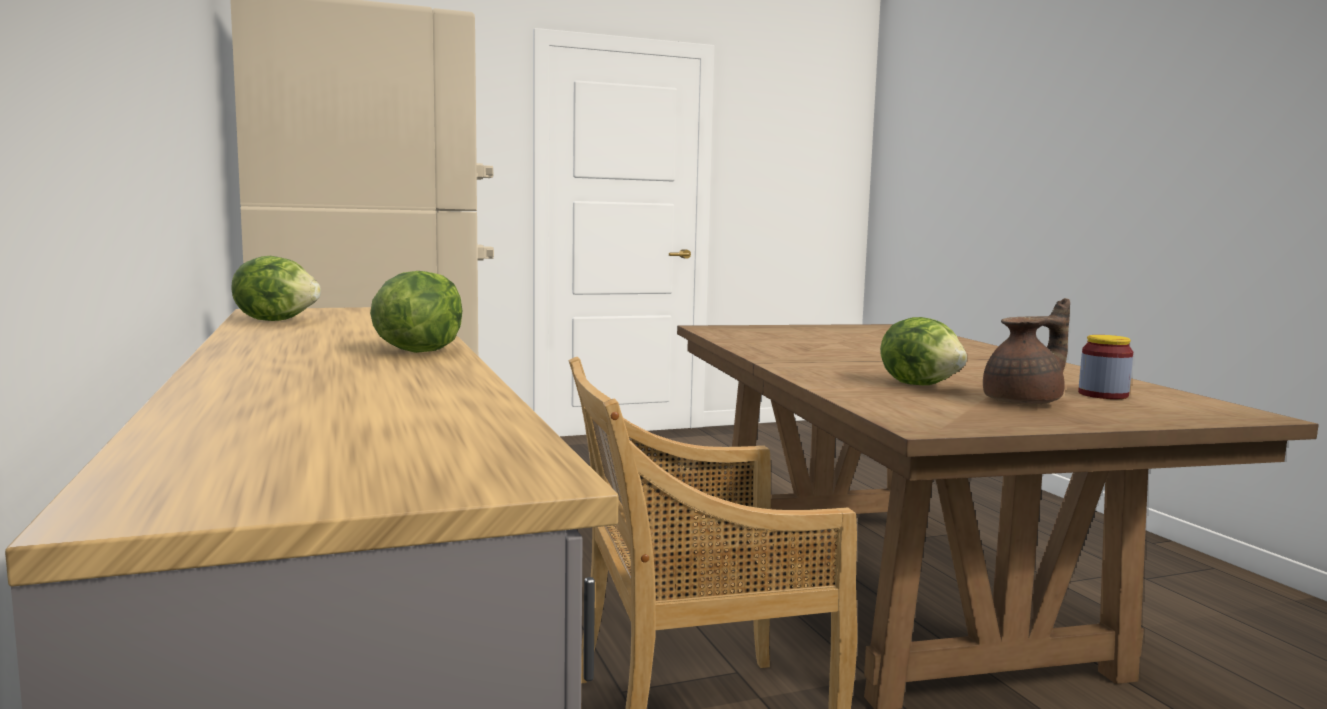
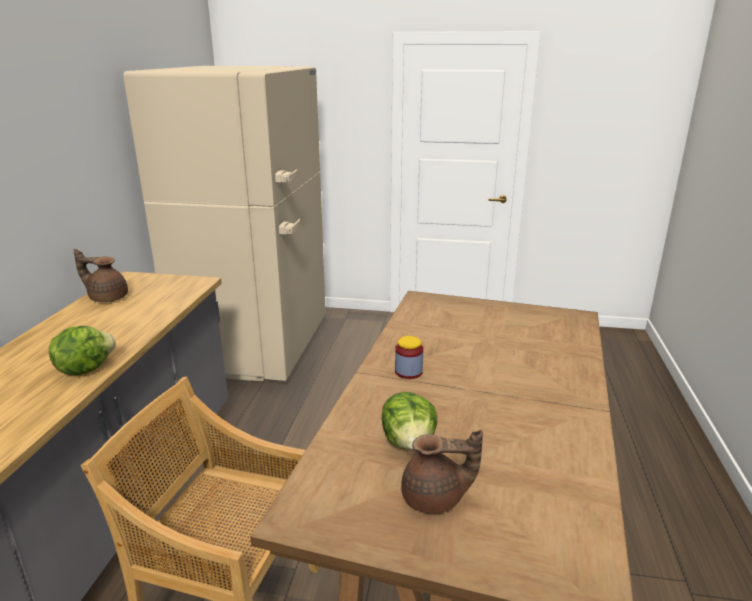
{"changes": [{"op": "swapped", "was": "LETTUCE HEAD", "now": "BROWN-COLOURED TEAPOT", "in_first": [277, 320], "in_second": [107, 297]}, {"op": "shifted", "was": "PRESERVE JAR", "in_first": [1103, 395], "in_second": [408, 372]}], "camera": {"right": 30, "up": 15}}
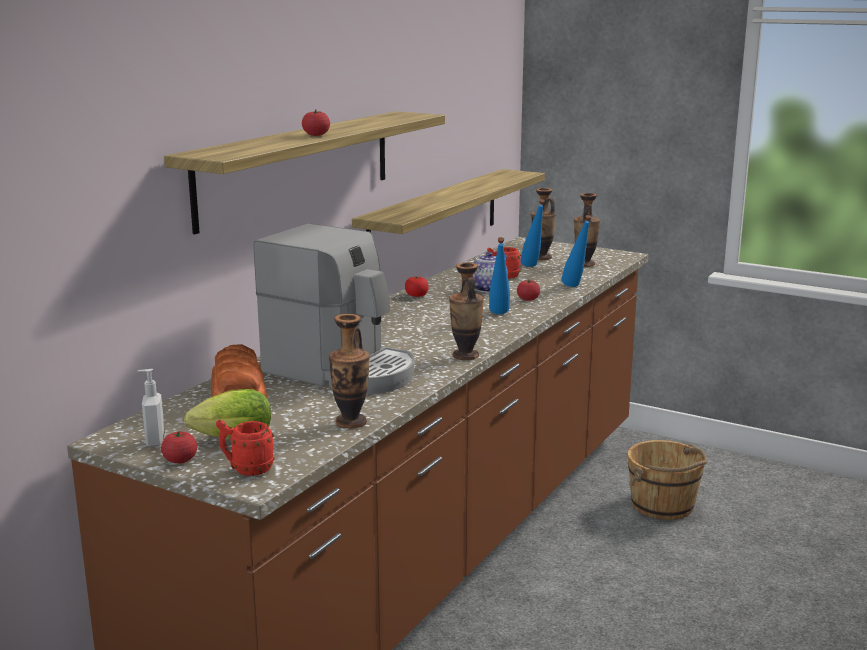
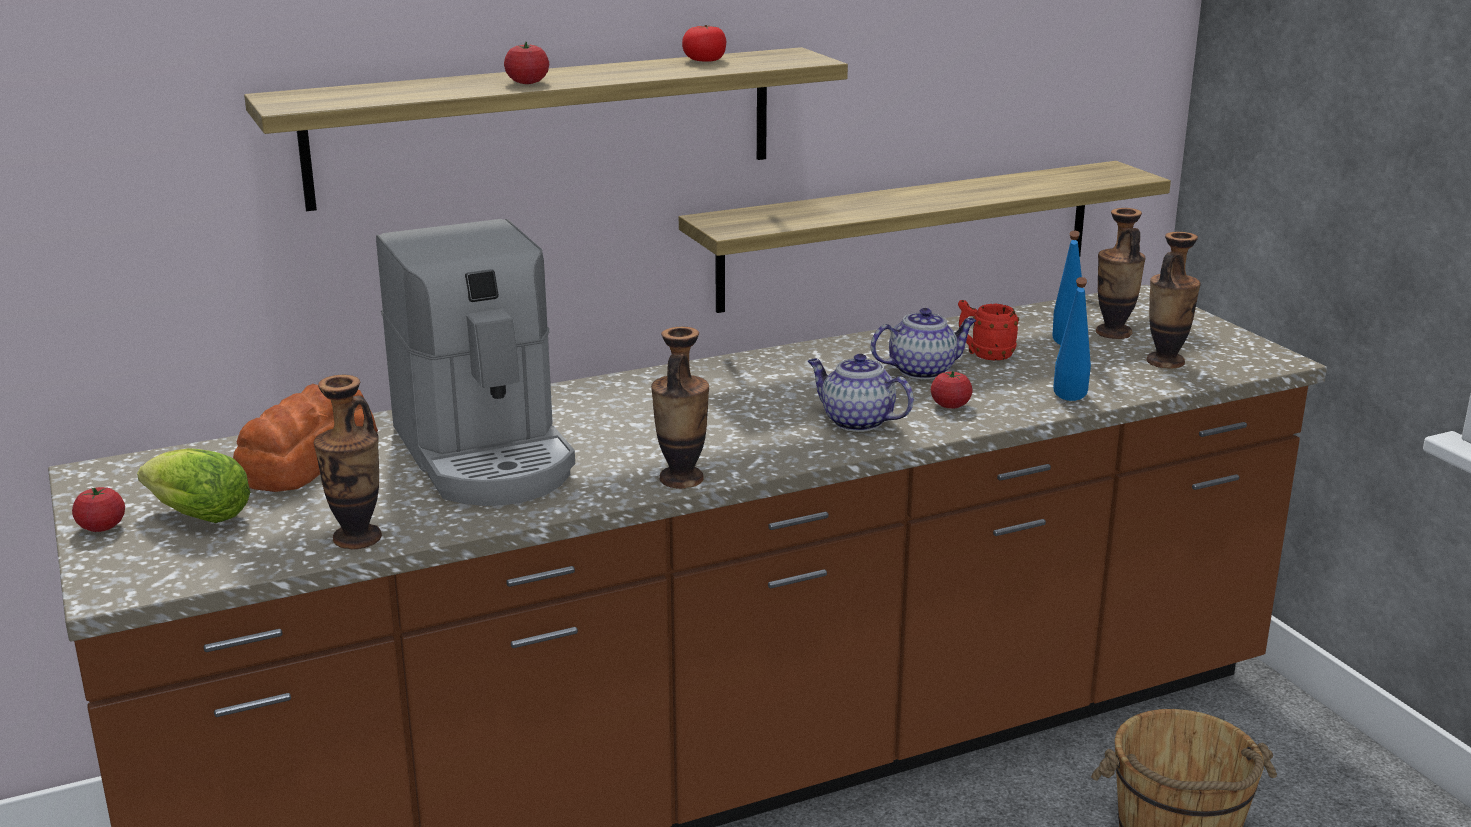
{"changes": [{"op": "swapped", "was": "BLUE DRINK BOTTLE", "now": "TEAPOT", "in_first": [499, 315], "in_second": [856, 421]}, {"op": "shifted", "was": "TOMATO", "in_first": [416, 295], "in_second": [704, 60]}, {"op": "gone", "was": "SOAP DISPENSER", "in_first": [154, 441]}, {"op": "gone", "was": "RED MUG", "in_first": [246, 469]}], "camera": {"right": 35, "up": 5}}
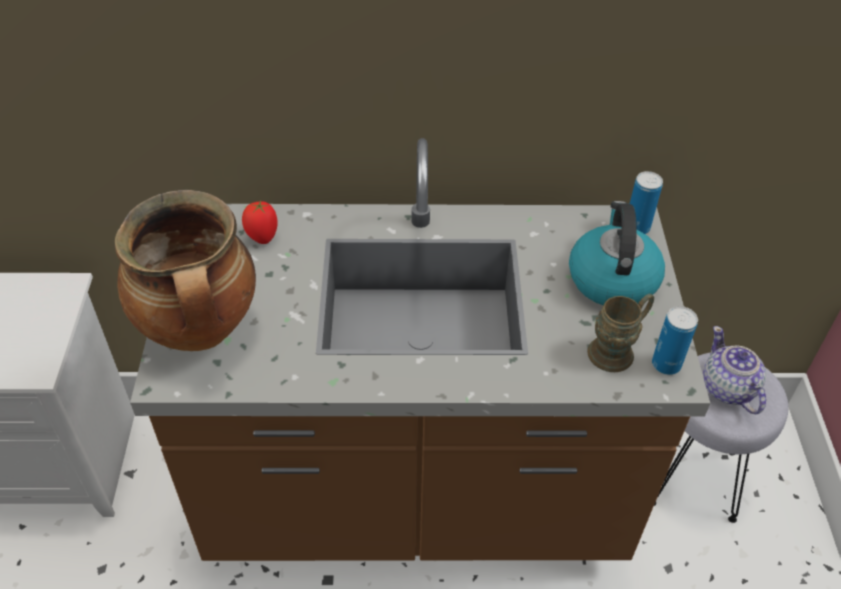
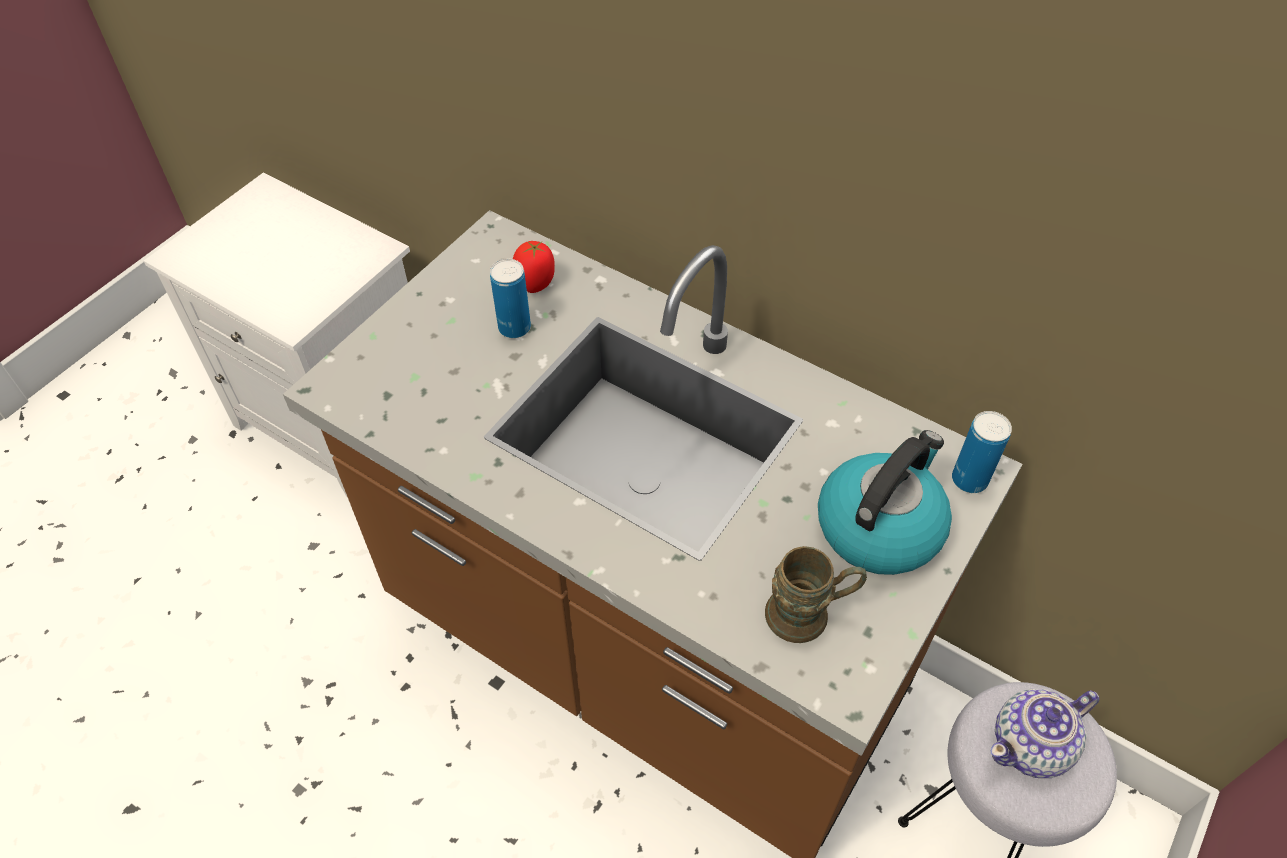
{"changes": [{"op": "gone", "was": "STOCKPOT", "in_first": [202, 331]}, {"op": "shifted", "was": "METAL CAN", "in_first": [666, 364], "in_second": [514, 328]}, {"op": "rotated", "was": "TEAPOT", "in_first": [727, 389], "in_second": [1032, 745], "clockwise": -135}], "camera": {"right": 35, "up": 5}}
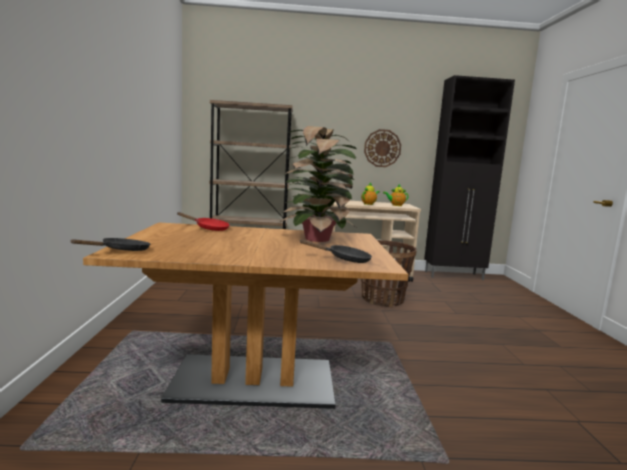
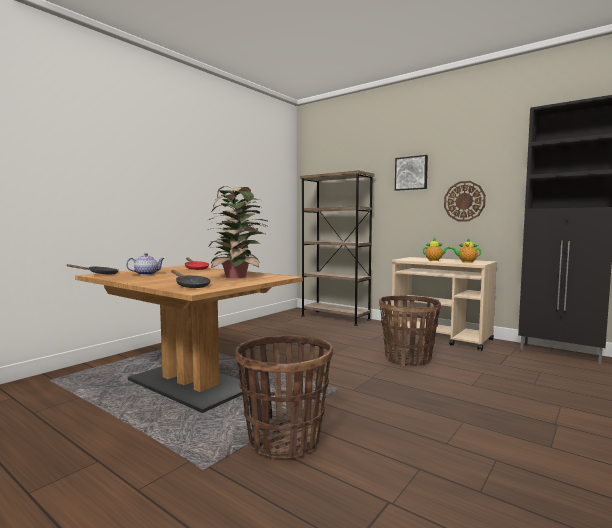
{"changes": [{"op": "new", "now": "WALL PICTURE", "in_second": [411, 173]}, {"op": "new", "now": "TEAPOT", "in_second": [146, 274]}, {"op": "new", "now": "BASKET", "in_second": [284, 439]}], "camera": {"right": 40, "up": -5}}
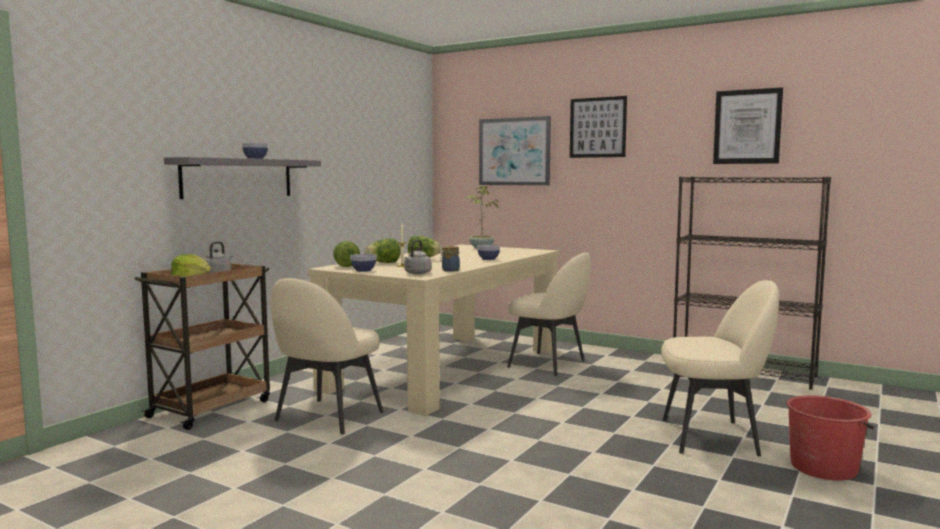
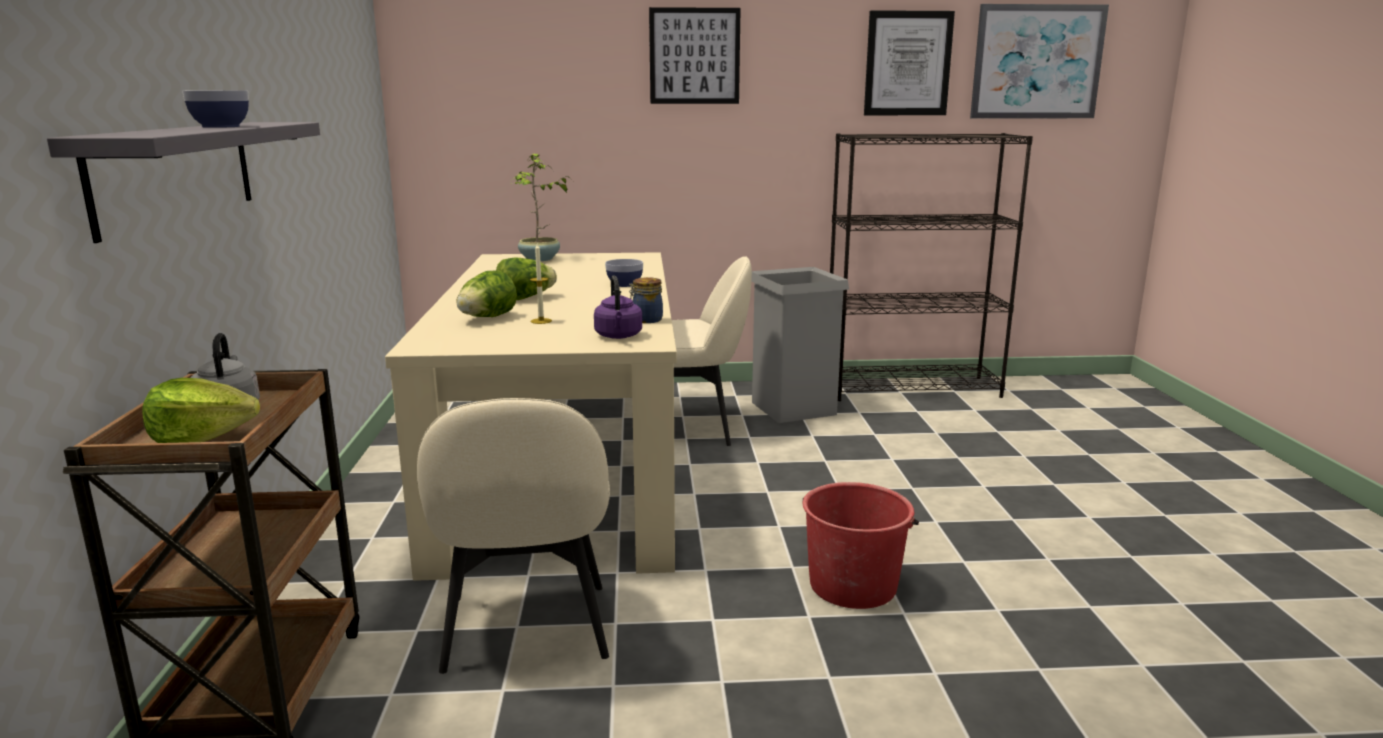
{"changes": [{"op": "shifted", "was": "WALL PICTURE", "in_first": [514, 151], "in_second": [1037, 62]}, {"op": "repainted", "was": "GRAY WATER KETTLE", "now": "PURPLE WATER KETTLE", "in_first": [417, 273], "in_second": [618, 336]}, {"op": "gone", "was": "LETTUCE HEAD", "in_first": [345, 265]}, {"op": "gone", "was": "BOWL", "in_first": [363, 270]}, {"op": "gone", "was": "BEIGE PLAIN CHAIR", "in_first": [712, 437]}, {"op": "shifted", "was": "RED BUCKET", "in_first": [824, 467], "in_second": [853, 585]}, {"op": "new", "now": "GRAY RUBBISH BIN", "in_second": [793, 408]}], "camera": {"right": -35, "up": 10}}
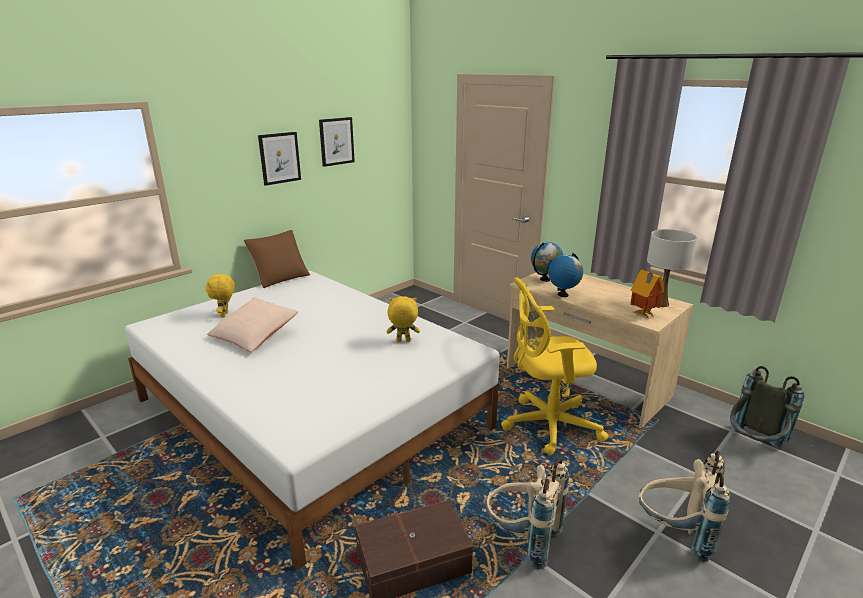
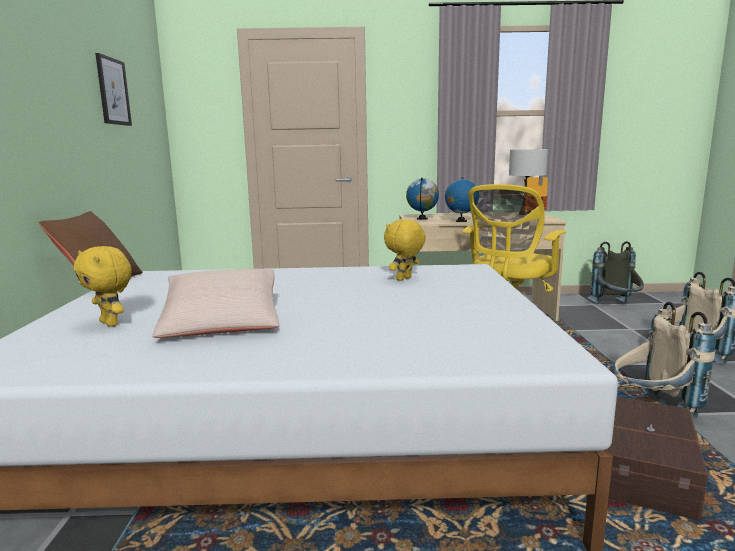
{"changes": [{"op": "gone", "was": "WALL PICTURE", "in_first": [279, 158]}], "camera": {"right": -45, "up": -10}}
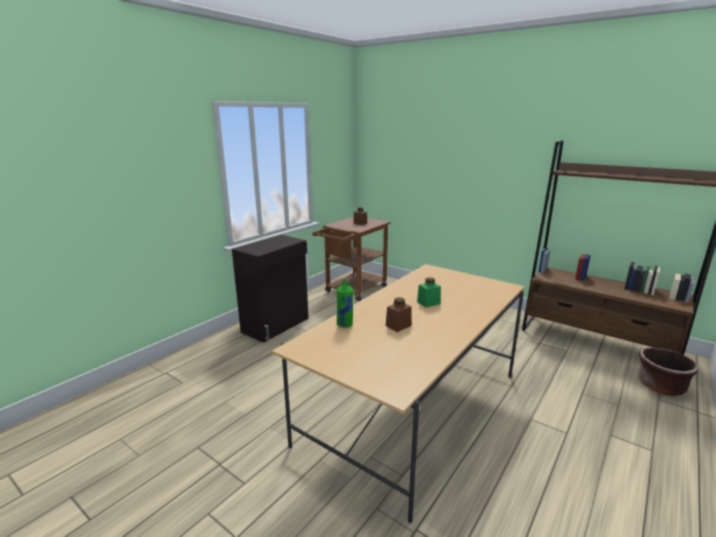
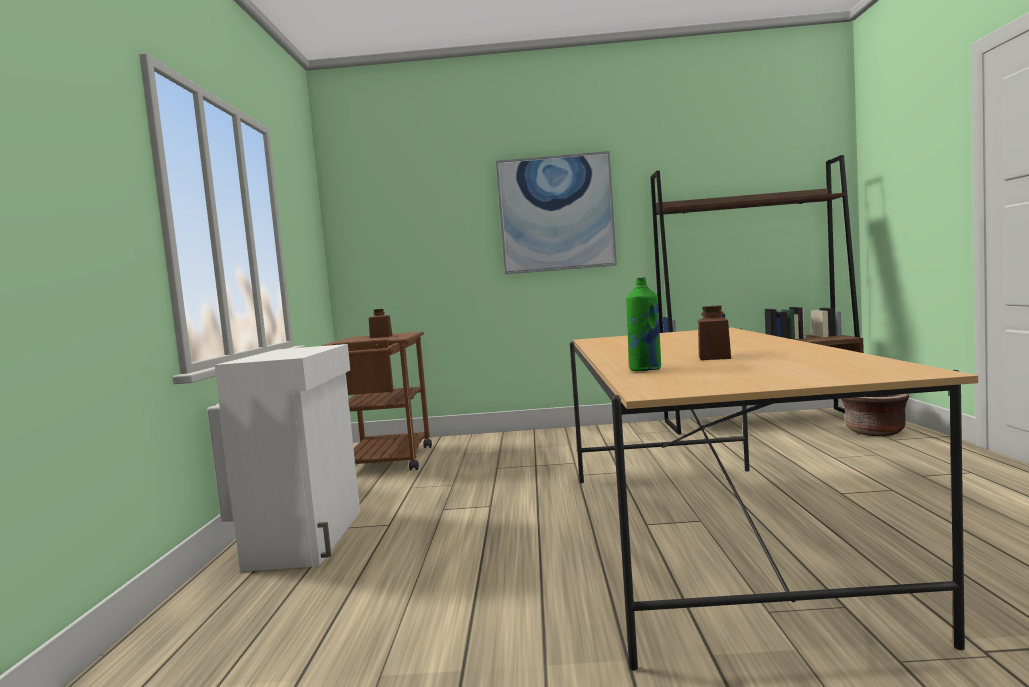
{"changes": [{"op": "repainted", "was": "BLACK-COLOURED STORAGE CABINET", "now": "WHITISH STORAGE CABINET", "in_first": [276, 325], "in_second": [309, 537]}, {"op": "gone", "was": "GREEN-COLOURED PRESERVE JAR", "in_first": [428, 303]}, {"op": "new", "now": "WALL PICTURE", "in_second": [556, 213]}], "camera": {"right": -35, "up": -15}}
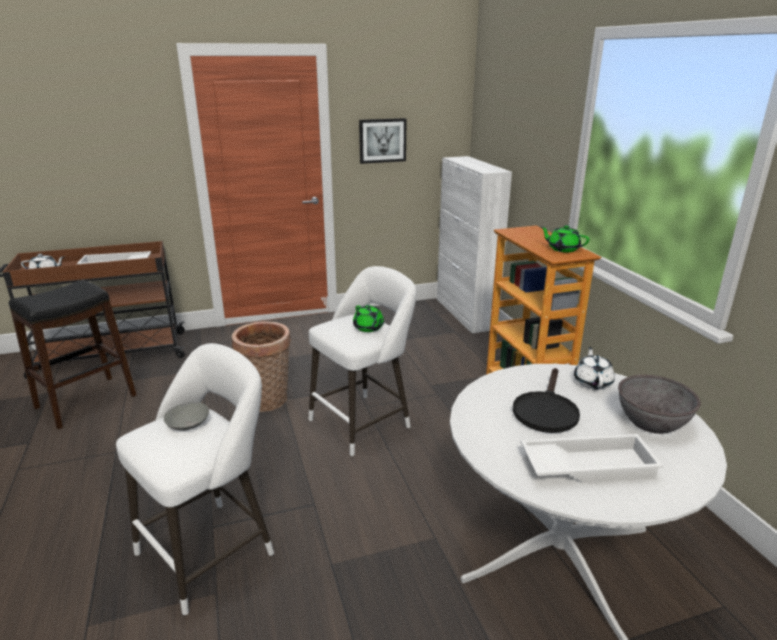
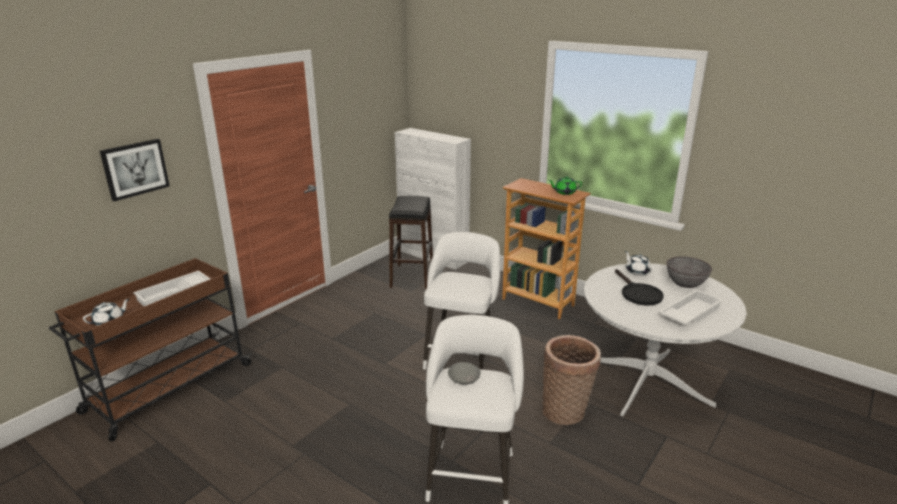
{"changes": [{"op": "shifted", "was": "WALL PICTURE", "in_first": [382, 140], "in_second": [135, 169]}, {"op": "shifted", "was": "BLACK-COLOURED STOOL SEAT", "in_first": [86, 401], "in_second": [412, 276]}, {"op": "gone", "was": "GREEN-COLOURED TEAPOT", "in_first": [368, 328]}, {"op": "shifted", "was": "BASKET", "in_first": [268, 401], "in_second": [566, 411]}], "camera": {"right": -35, "up": 0}}
